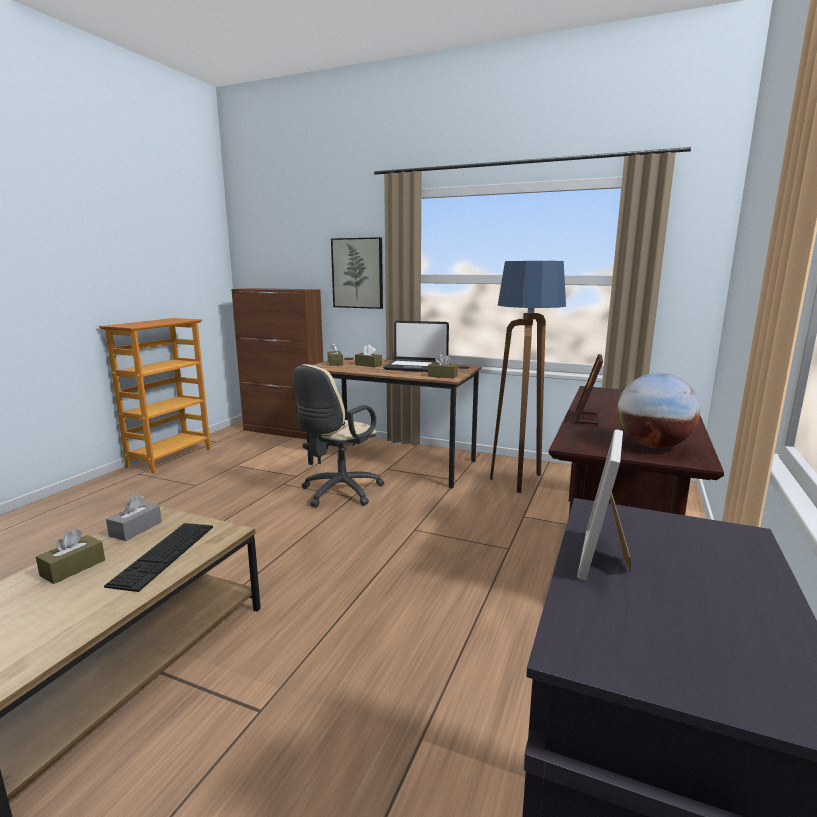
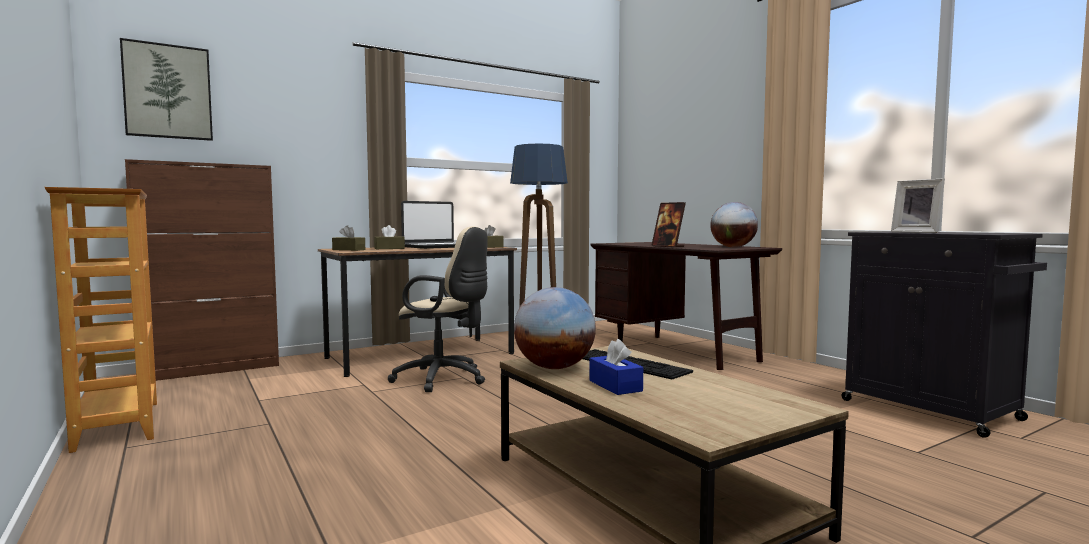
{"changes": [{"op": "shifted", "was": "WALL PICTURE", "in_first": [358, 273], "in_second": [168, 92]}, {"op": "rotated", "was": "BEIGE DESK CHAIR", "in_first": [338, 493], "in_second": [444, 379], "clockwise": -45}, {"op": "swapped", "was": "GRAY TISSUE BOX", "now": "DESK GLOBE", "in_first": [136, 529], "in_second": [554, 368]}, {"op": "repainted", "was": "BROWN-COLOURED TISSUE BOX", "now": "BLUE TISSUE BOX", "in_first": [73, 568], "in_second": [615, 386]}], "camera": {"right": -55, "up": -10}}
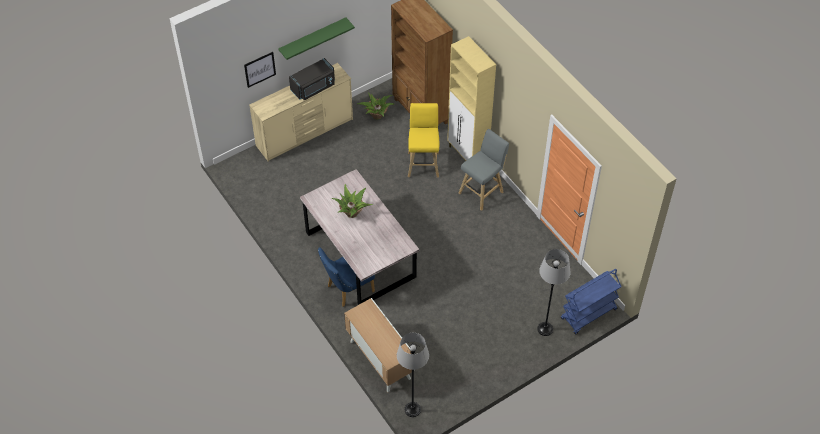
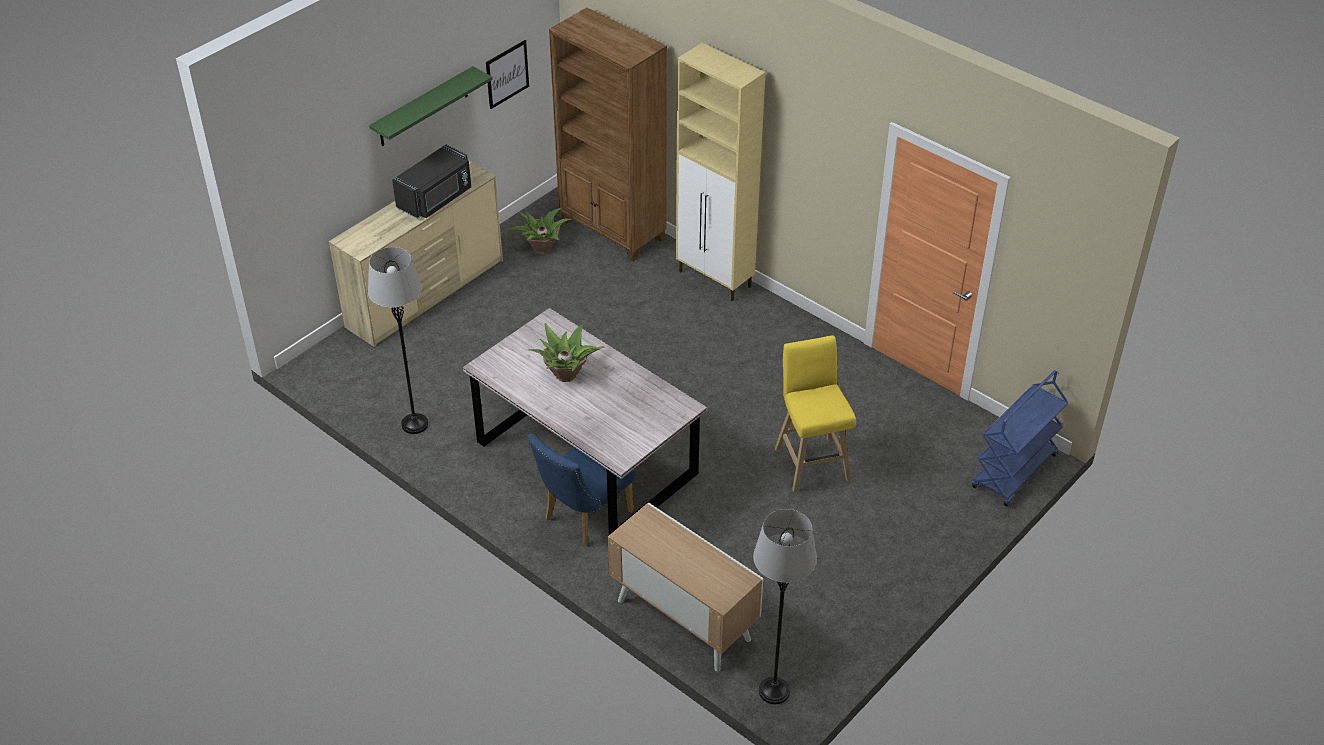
{"changes": [{"op": "shifted", "was": "WALL PICTURE", "in_first": [260, 69], "in_second": [507, 74]}, {"op": "shifted", "was": "YELLOW STOOL SEAT", "in_first": [423, 163], "in_second": [811, 462]}, {"op": "gone", "was": "GRAY STOOL SEAT", "in_first": [482, 191]}, {"op": "shifted", "was": "GRAY STANDING LAMP", "in_first": [545, 329], "in_second": [415, 424]}], "camera": {"right": -15, "up": -10}}
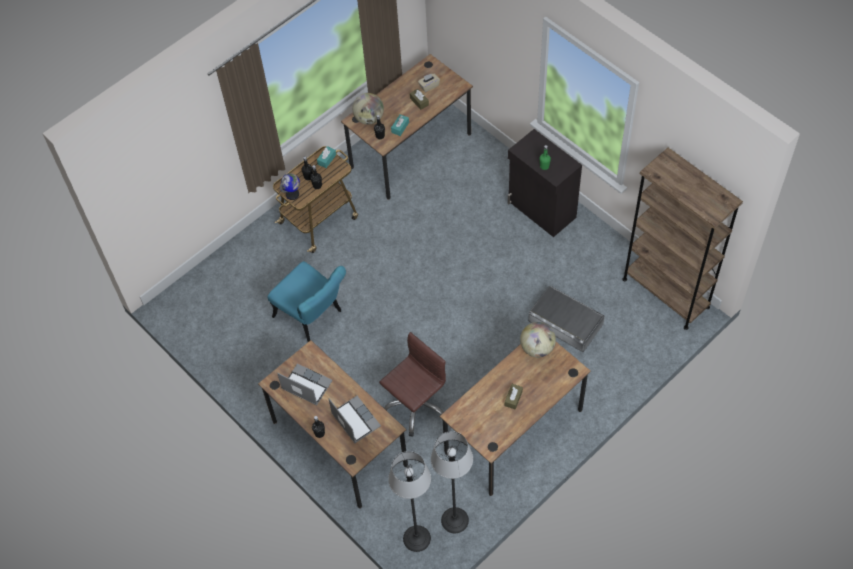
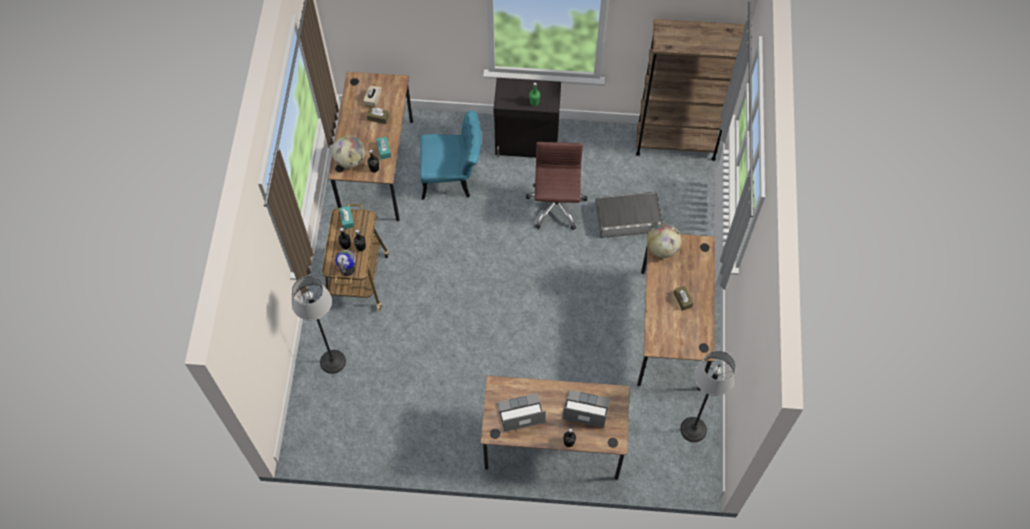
{"changes": [{"op": "shifted", "was": "TURQUOISE PLAIN CHAIR", "in_first": [313, 317], "in_second": [453, 177]}, {"op": "shifted", "was": "BROWN-COLOURED DESK CHAIR", "in_first": [415, 405], "in_second": [555, 206]}, {"op": "shifted", "was": "STANDING LAMP", "in_first": [417, 538], "in_second": [332, 361]}], "camera": {"right": -45, "up": 5}}
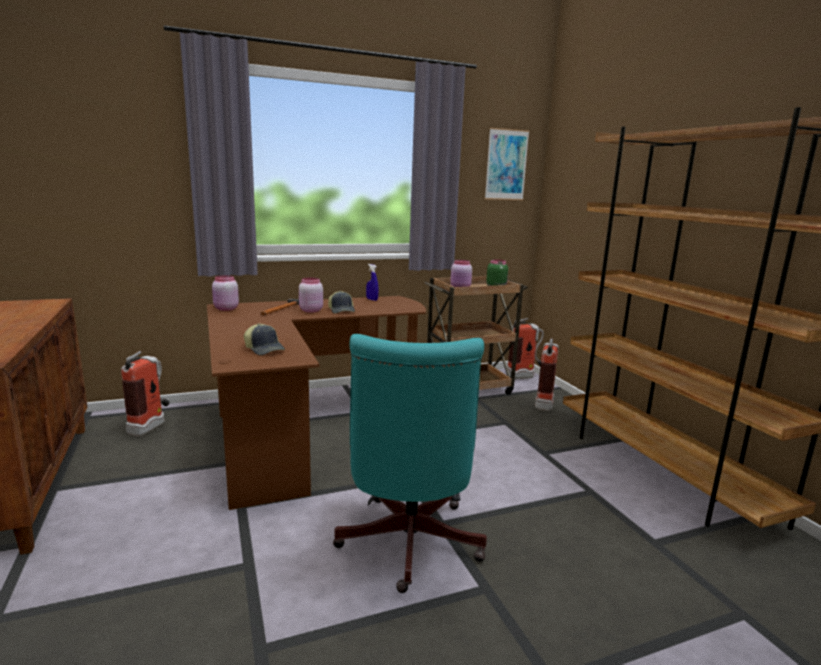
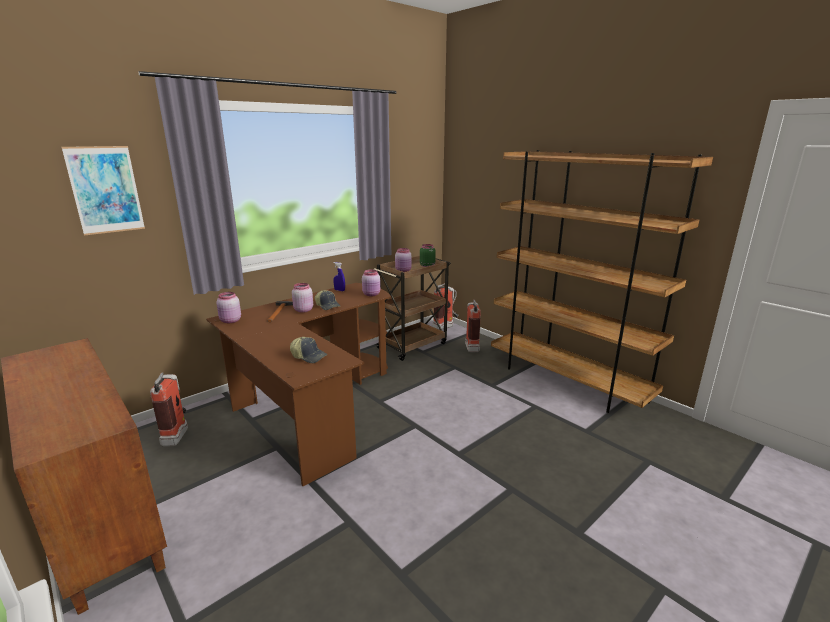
{"changes": [{"op": "shifted", "was": "WALL PICTURE", "in_first": [506, 165], "in_second": [105, 190]}, {"op": "gone", "was": "TURQUOISE DESK CHAIR", "in_first": [407, 546]}, {"op": "new", "now": "PINK-COLOURED PRESERVE JAR", "in_second": [372, 294]}], "camera": {"right": -20, "up": 5}}
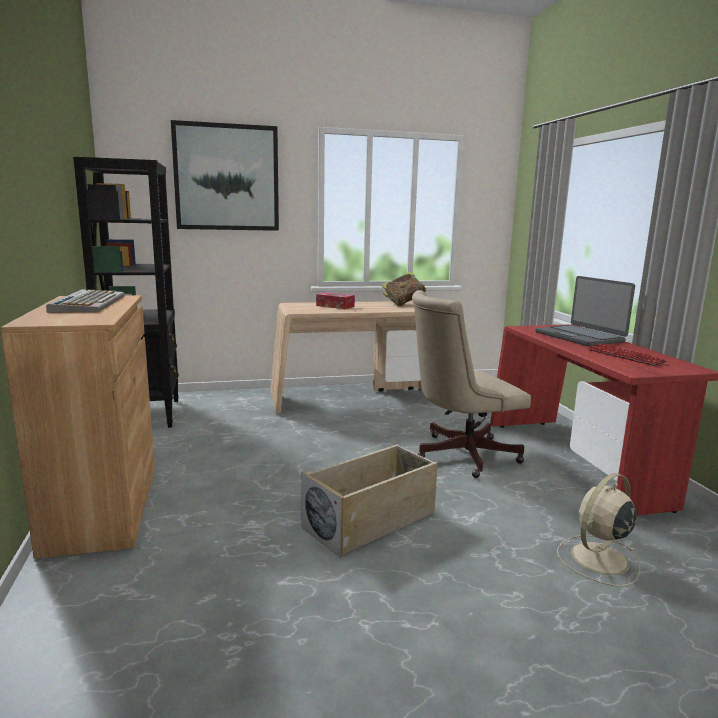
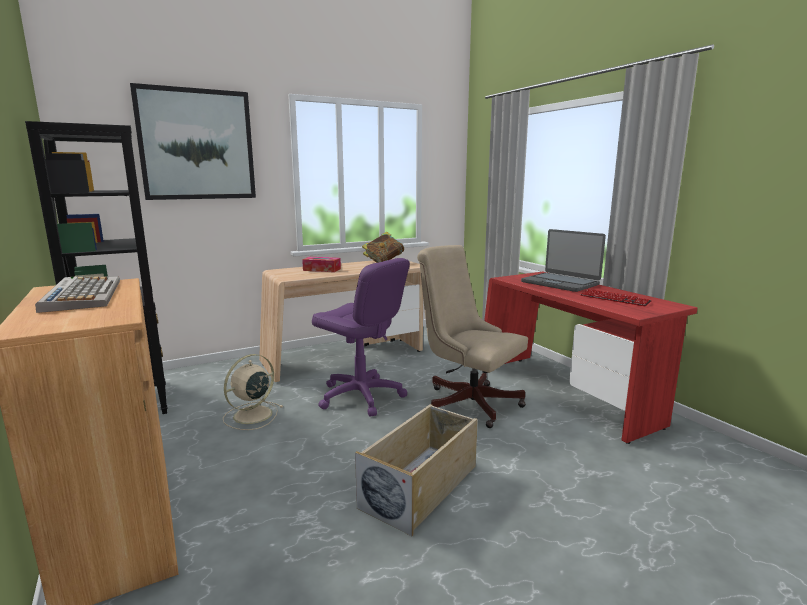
{"changes": [{"op": "rotated", "was": "BEIGE DESK CHAIR", "in_first": [459, 455], "in_second": [467, 401], "clockwise": 75}, {"op": "shifted", "was": "BEIGE COOLING FAN", "in_first": [598, 559], "in_second": [251, 415]}, {"op": "new", "now": "PURPLE DESK CHAIR", "in_second": [361, 396]}], "camera": {"right": -15, "up": 0}}
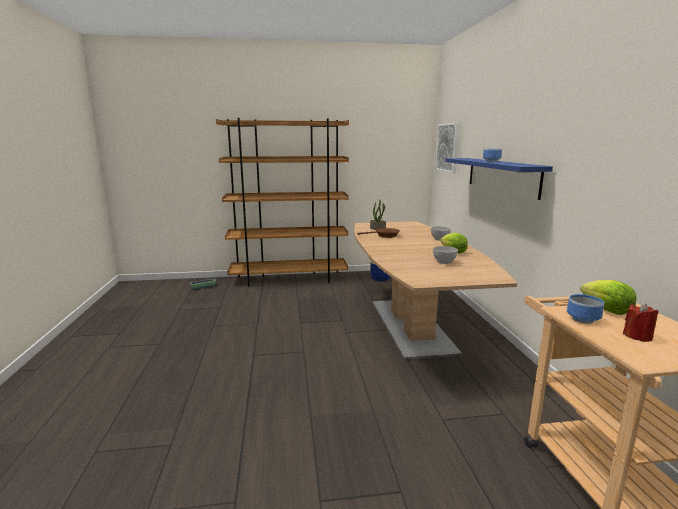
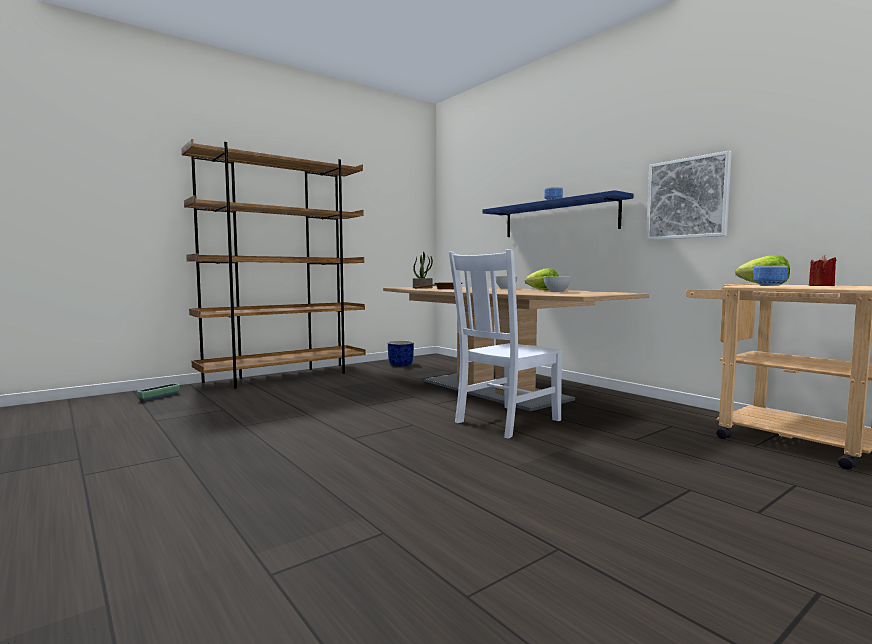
{"changes": [{"op": "shifted", "was": "WALL PICTURE", "in_first": [448, 147], "in_second": [687, 198]}, {"op": "new", "now": "WHITISH PLAIN CHAIR", "in_second": [505, 422]}], "camera": {"right": -30, "up": -10}}
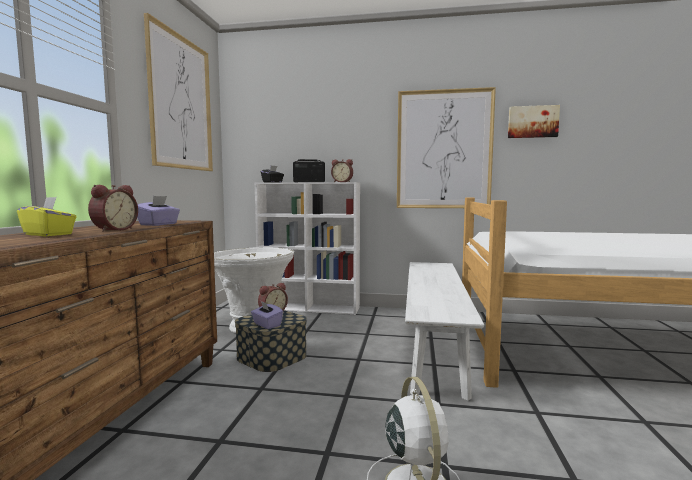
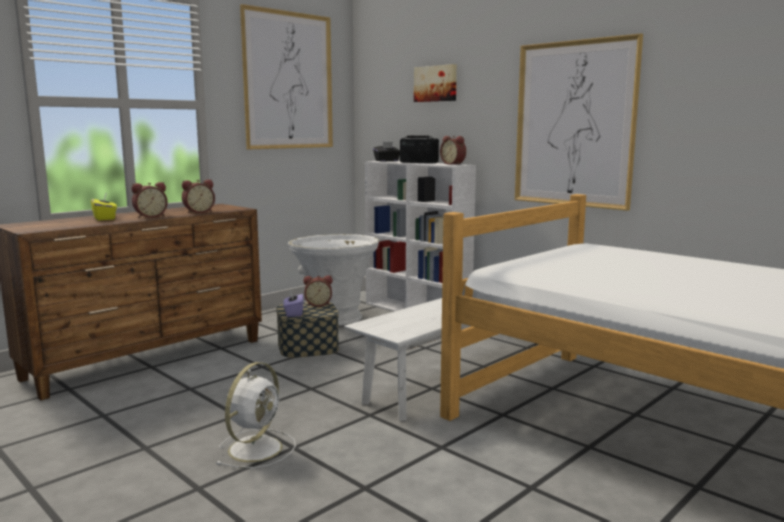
{"changes": [{"op": "shifted", "was": "WALL PICTURE", "in_first": [532, 122], "in_second": [436, 83]}, {"op": "swapped", "was": "PURPLE TISSUE BOX", "now": "ALARM CLOCK", "in_first": [159, 224], "in_second": [198, 212]}], "camera": {"right": 35, "up": 5}}
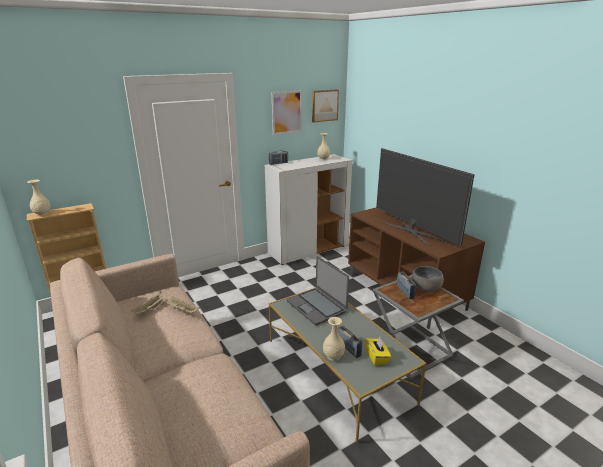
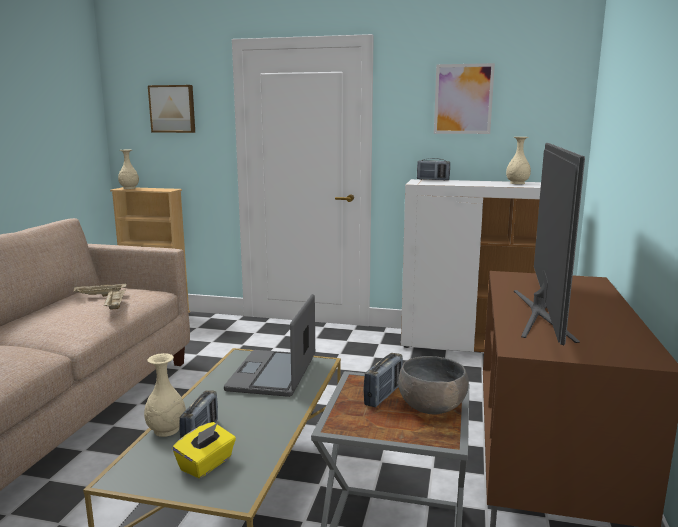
{"changes": [{"op": "shifted", "was": "WALL PICTURE", "in_first": [324, 105], "in_second": [173, 109]}], "camera": {"right": 45, "up": -10}}
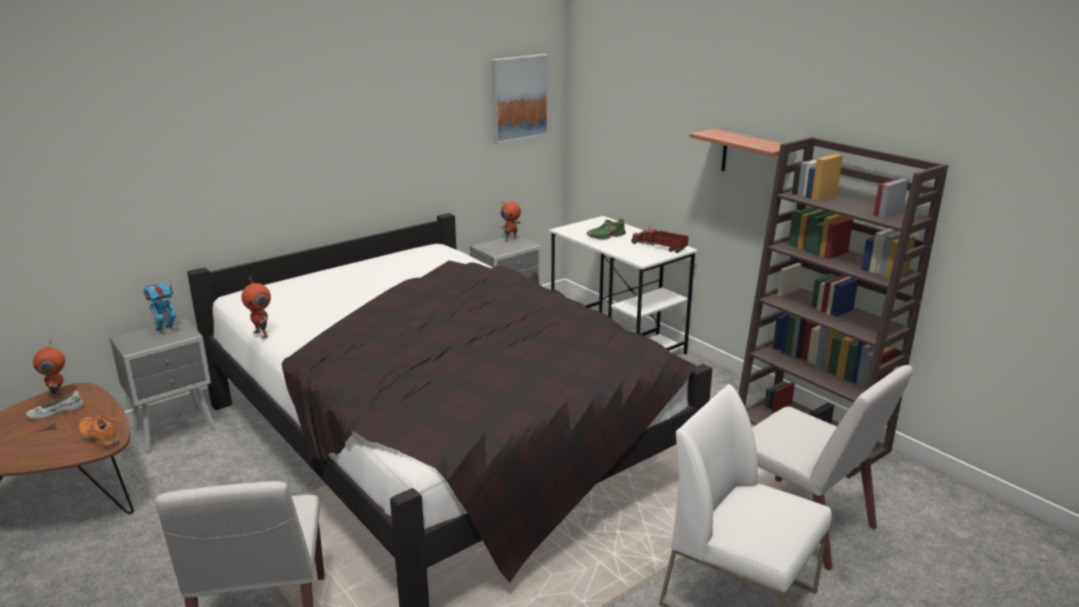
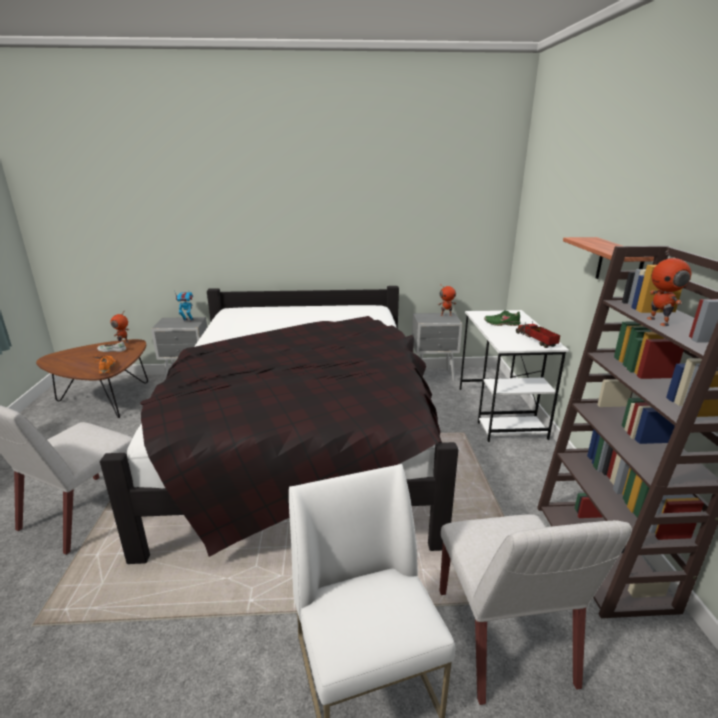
{"changes": [{"op": "gone", "was": "WALL PICTURE", "in_first": [519, 98]}, {"op": "shifted", "was": "TOY ROBOT", "in_first": [262, 334], "in_second": [659, 322]}], "camera": {"right": 35, "up": 0}}
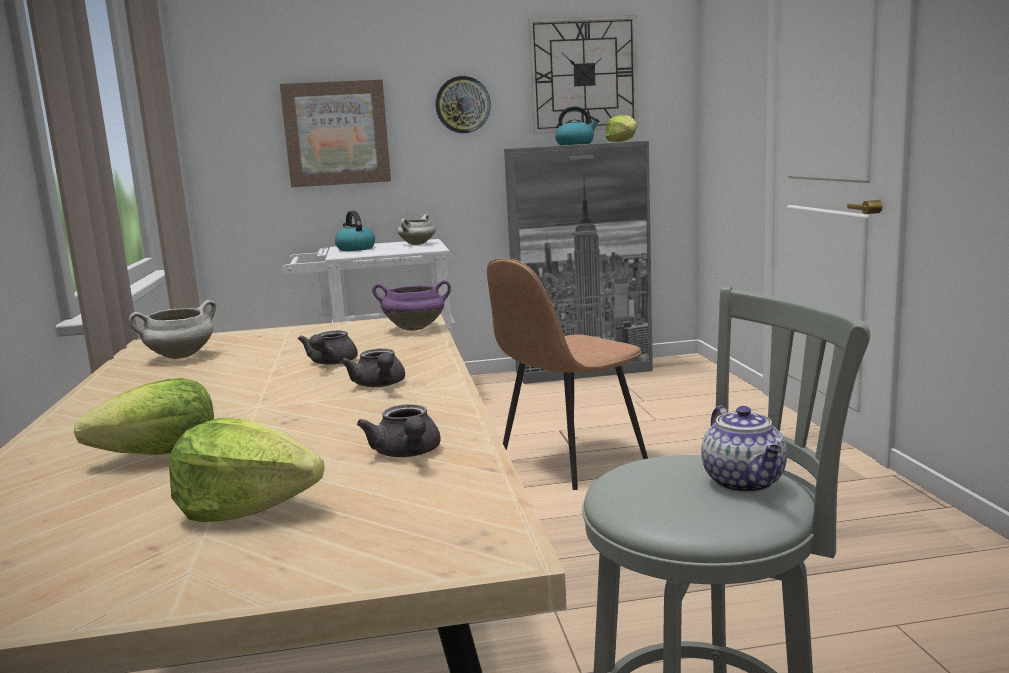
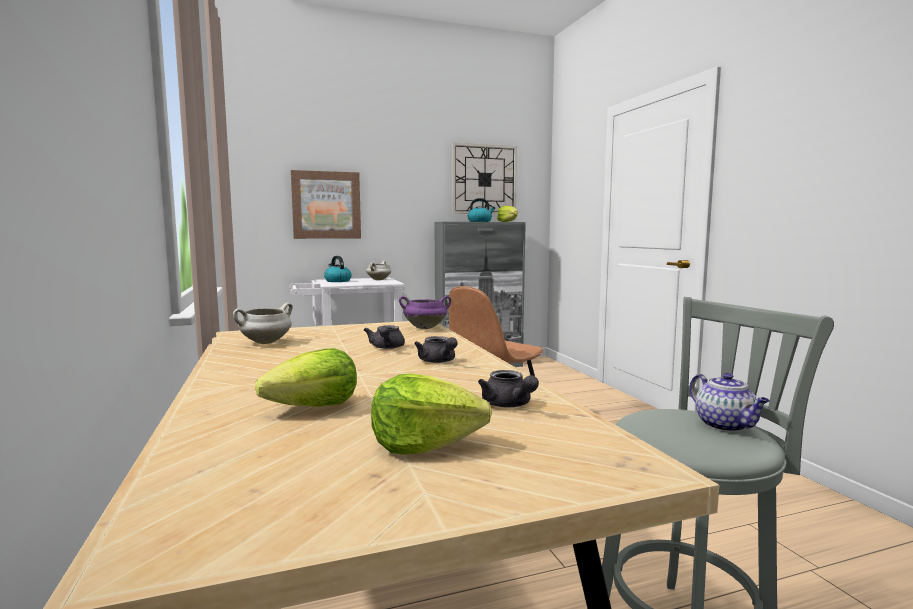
{"changes": [{"op": "gone", "was": "CLOCK ON THE WALL", "in_first": [462, 105]}], "camera": {"right": -10, "up": -5}}
